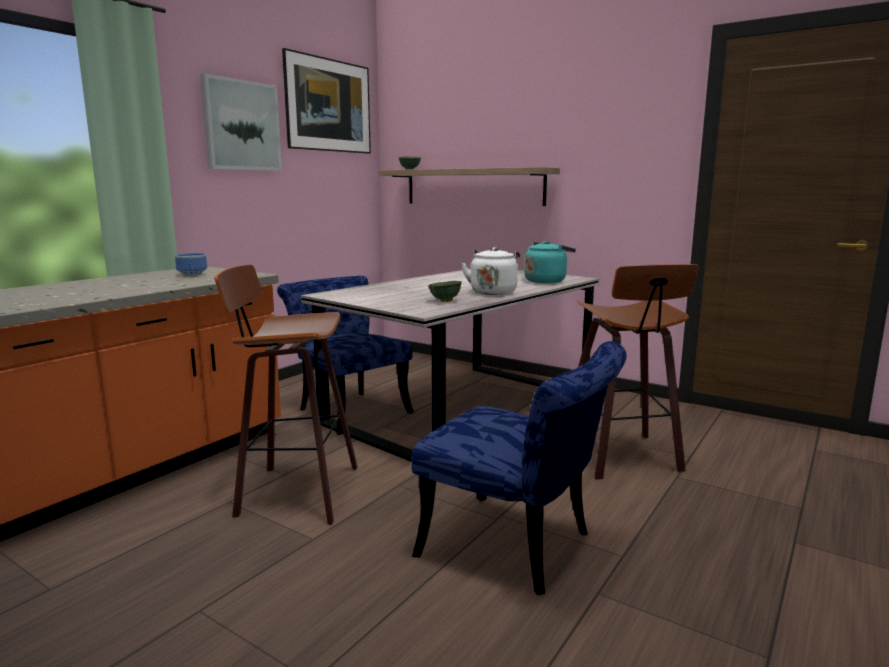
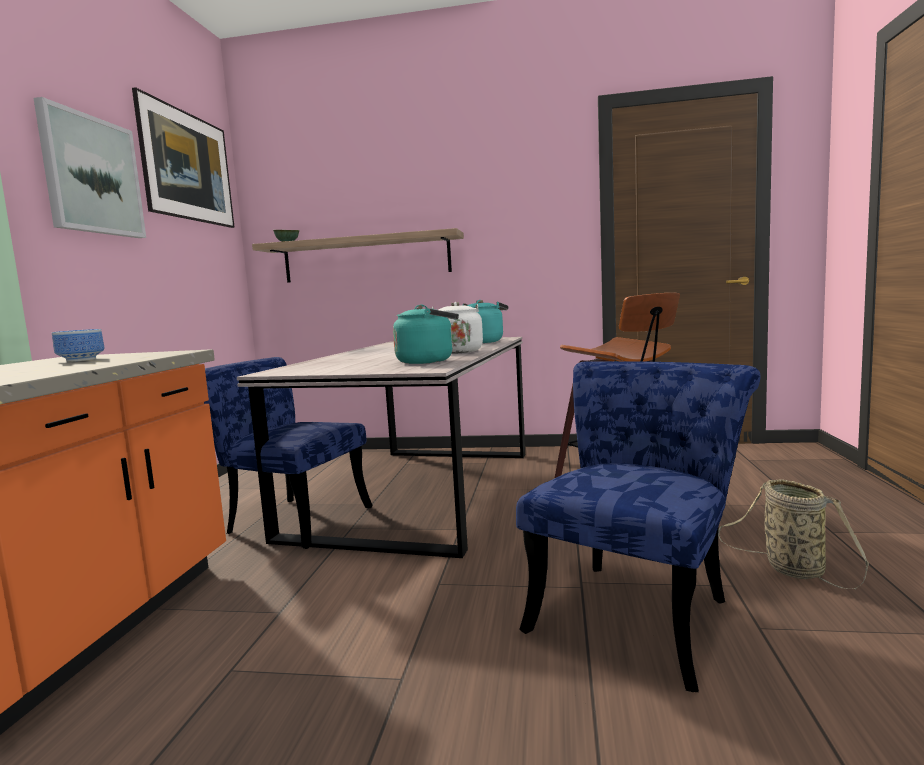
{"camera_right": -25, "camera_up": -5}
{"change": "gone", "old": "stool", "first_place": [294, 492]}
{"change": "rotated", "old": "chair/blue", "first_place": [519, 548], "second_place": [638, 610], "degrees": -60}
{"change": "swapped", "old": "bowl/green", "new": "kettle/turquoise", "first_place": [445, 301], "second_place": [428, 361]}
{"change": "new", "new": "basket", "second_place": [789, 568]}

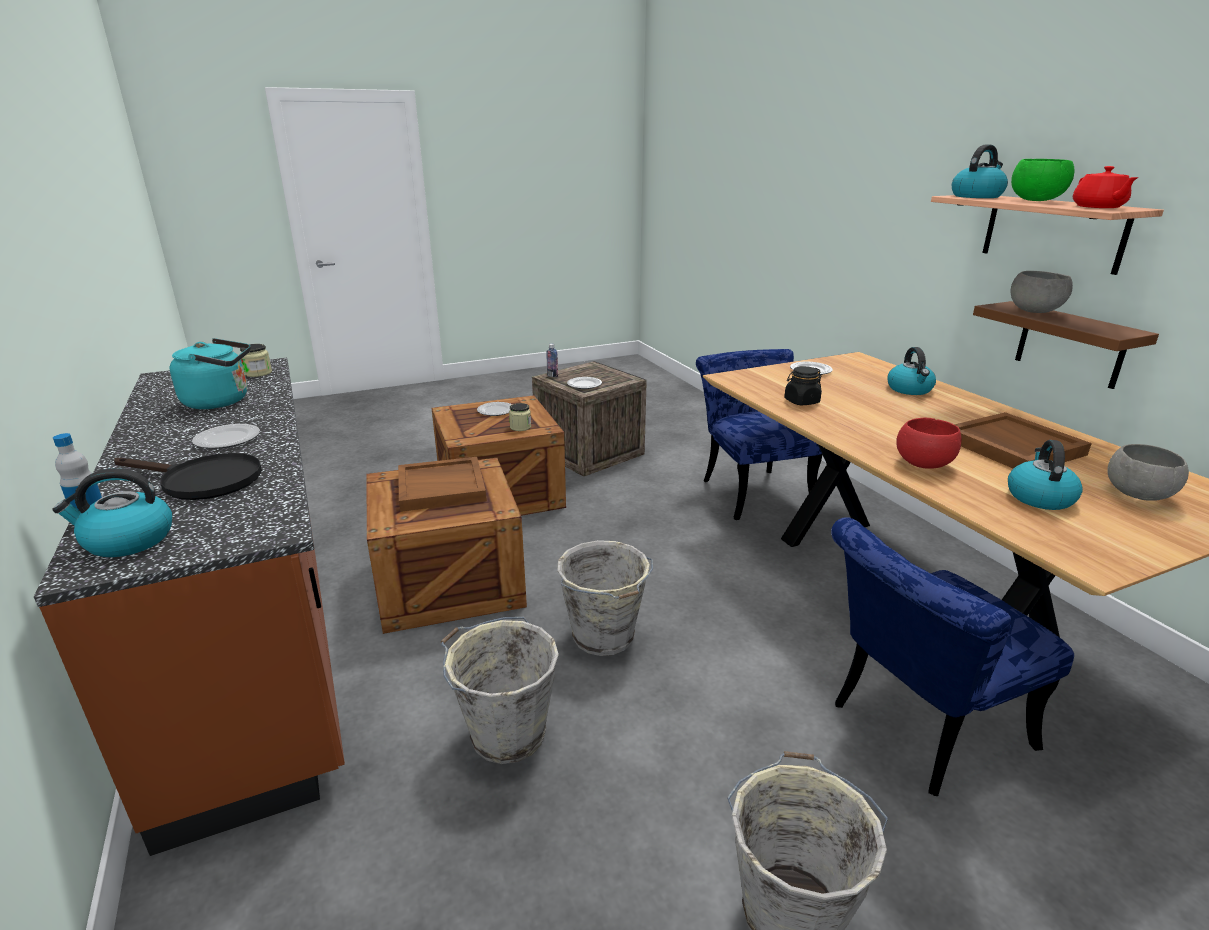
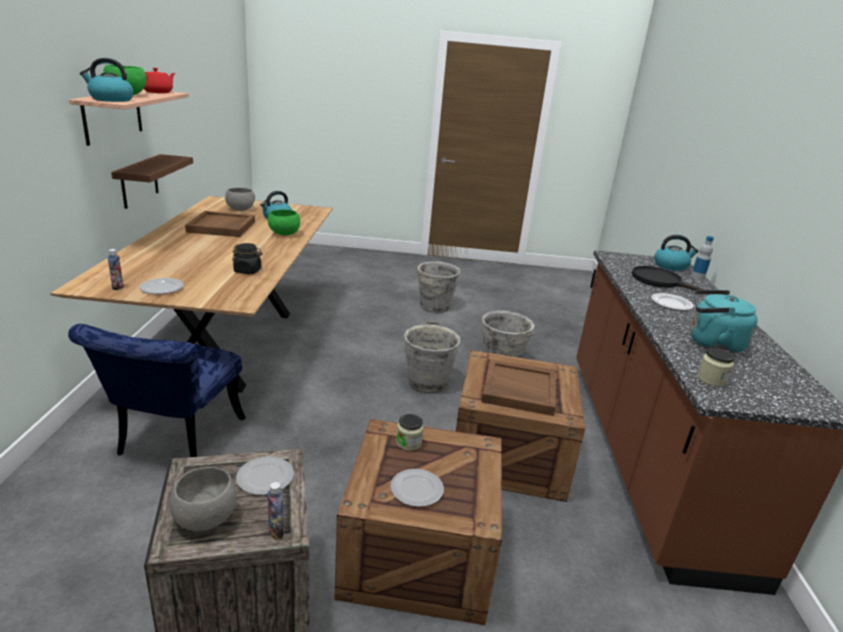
{"camera_right": -155, "camera_up": 0}
{"change": "gone", "old": "chair/blue", "first_place": [916, 728]}
{"change": "gone", "old": "kettle", "first_place": [910, 389]}
{"change": "repainted", "old": "bowl/red", "new": "bowl/green", "first_place": [922, 464], "second_place": [284, 234]}
{"change": "shifted", "old": "bowl/grey", "first_place": [1034, 311], "second_place": [204, 518]}
{"change": "new", "new": "bottle", "second_place": [118, 287]}

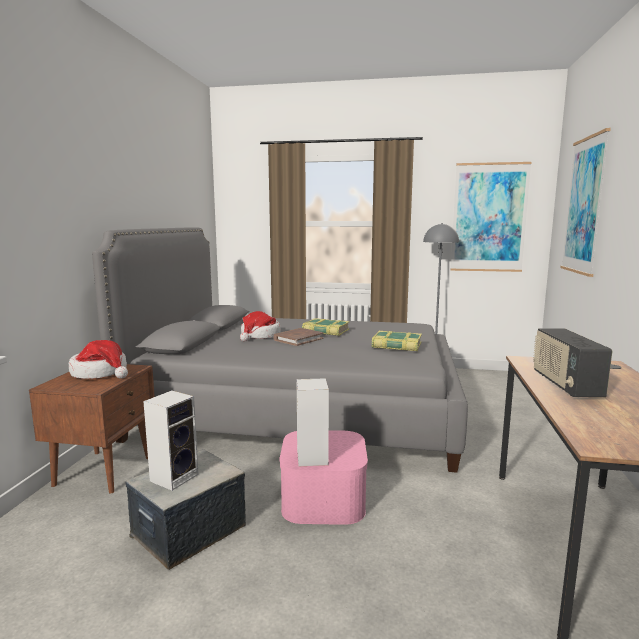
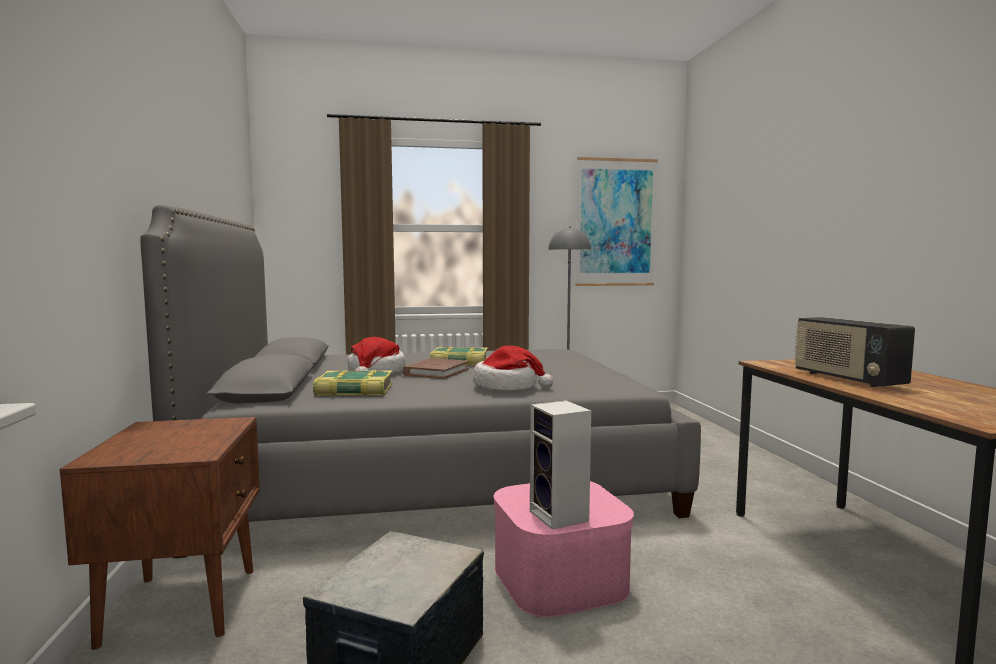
{"camera_right": -20, "camera_up": -5}
{"change": "shifted", "old": "hat", "first_place": [101, 373], "second_place": [507, 386]}
{"change": "gone", "old": "speaker", "first_place": [175, 476]}
{"change": "shifted", "old": "book", "first_place": [396, 346], "second_place": [354, 391]}
{"change": "gone", "old": "picture", "first_place": [584, 206]}

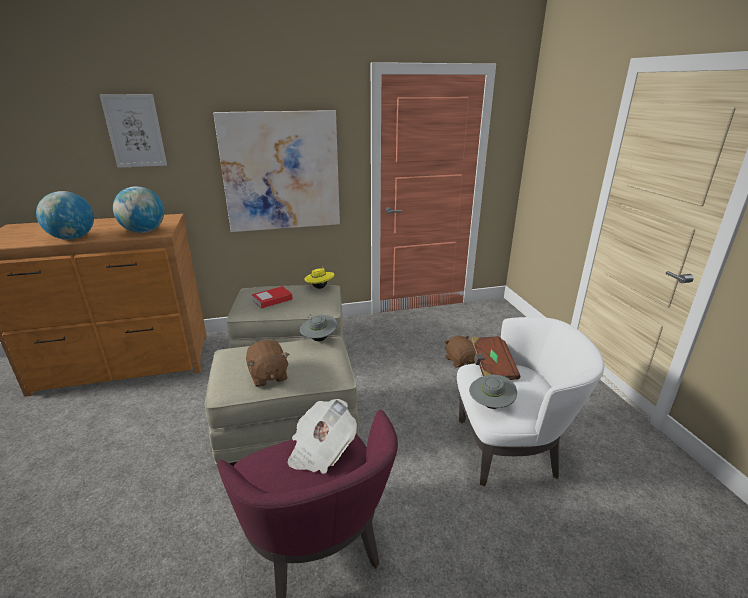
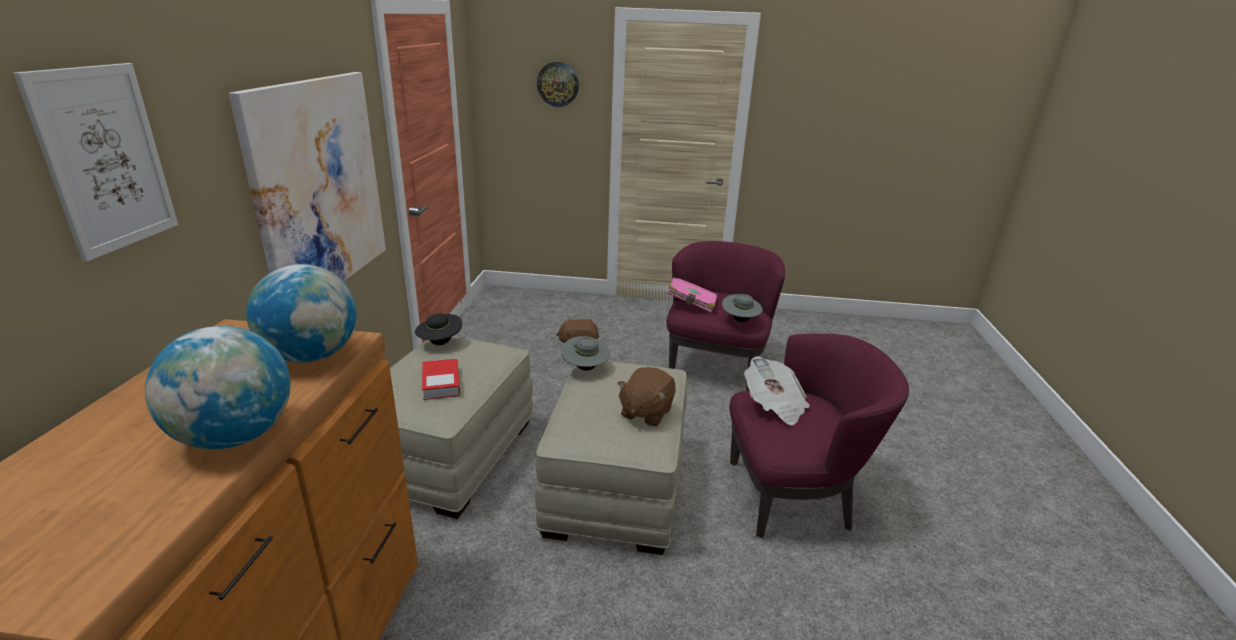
{"camera_right": -70, "camera_up": 0}
{"change": "rotated", "old": "plush toy/brown", "first_place": [268, 376], "second_place": [645, 412], "degrees": 120}
{"change": "repainted", "old": "hat/yellow", "new": "hat/black", "first_place": [320, 287], "second_place": [440, 343]}
{"change": "repainted", "old": "armchair/white", "new": "armchair/purple", "first_place": [510, 449], "second_place": [715, 365]}
{"change": "repainted", "old": "book/brown", "new": "book/pink", "first_place": [492, 367], "second_place": [691, 304]}
{"change": "new", "new": "wall clock", "second_place": [558, 84]}

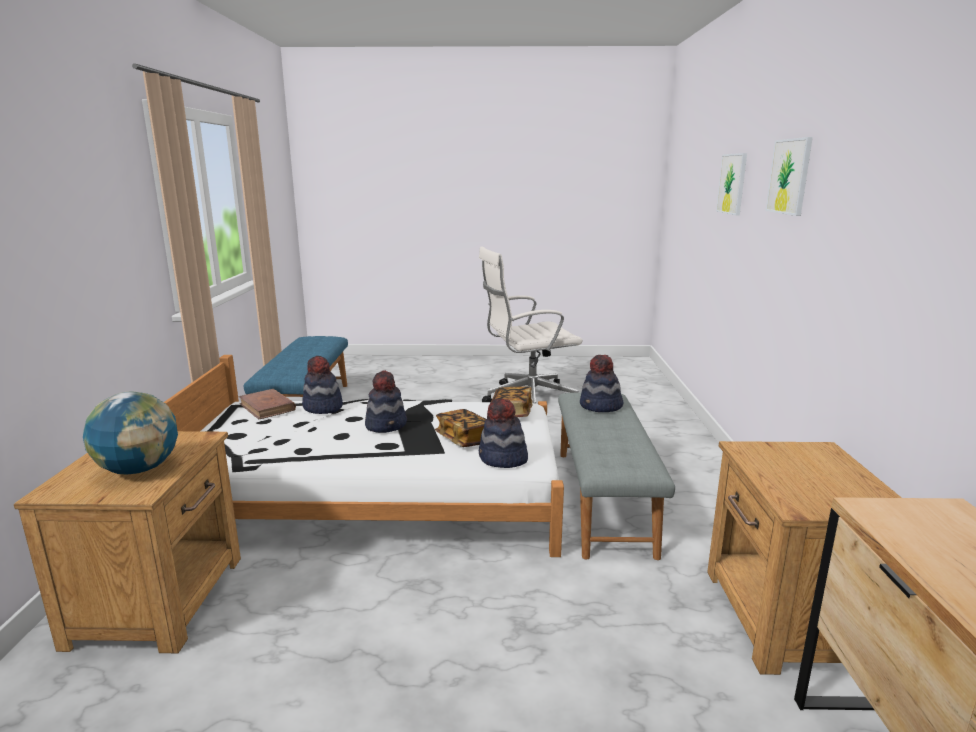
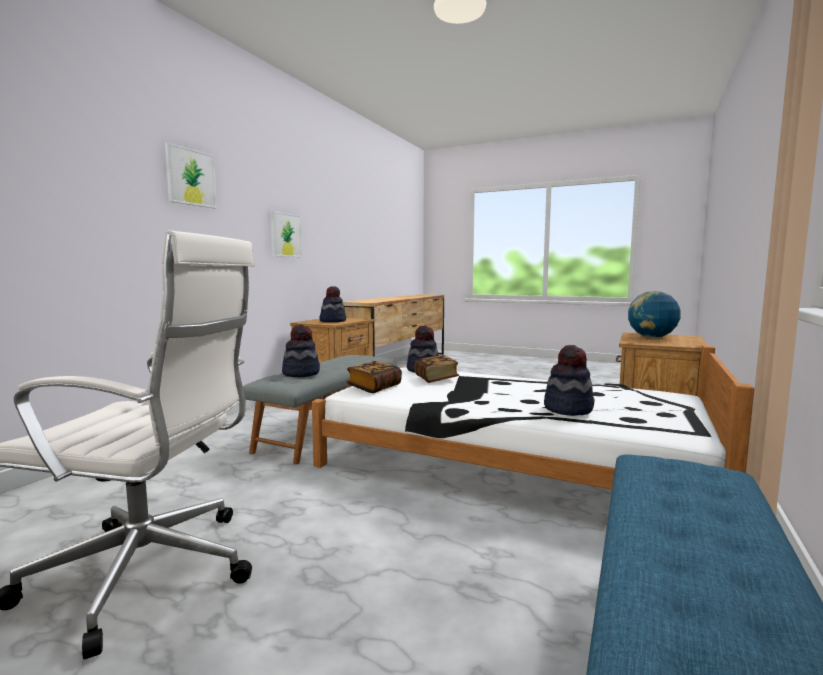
{"camera_right": -155, "camera_up": -10}
{"change": "gone", "old": "book/brown", "first_place": [267, 407]}
{"change": "shifted", "old": "hat", "first_place": [386, 425], "second_place": [332, 321]}
{"change": "shifted", "old": "picture", "first_place": [732, 184], "second_place": [286, 235]}

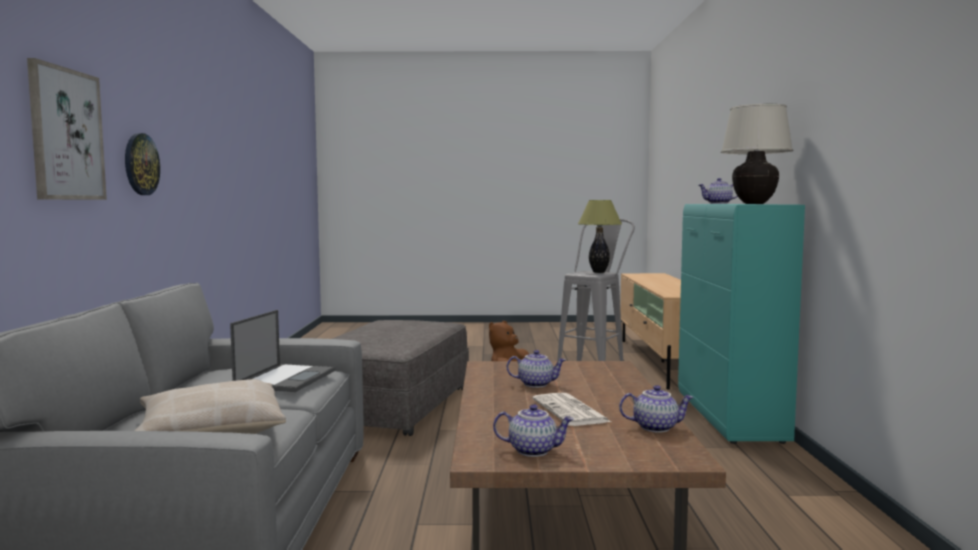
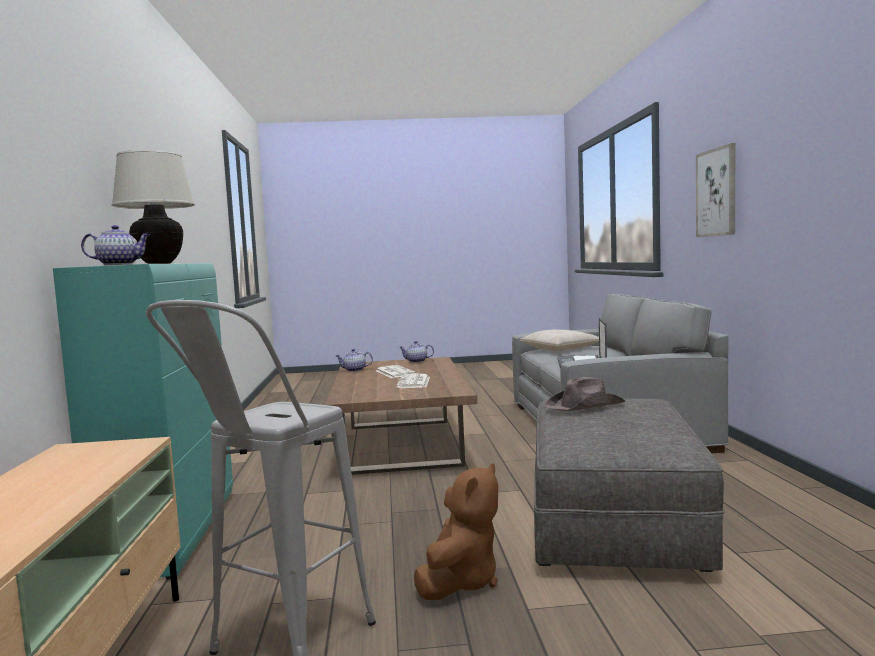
{"camera_right": 175, "camera_up": 0}
{"change": "gone", "old": "wall clock", "first_place": [141, 164]}
{"change": "swapped", "old": "teapot", "new": "newspaper", "first_place": [536, 384], "second_place": [414, 382]}
{"change": "gone", "old": "table lamp", "first_place": [599, 272]}
{"change": "new", "new": "hat/brown", "second_place": [585, 406]}

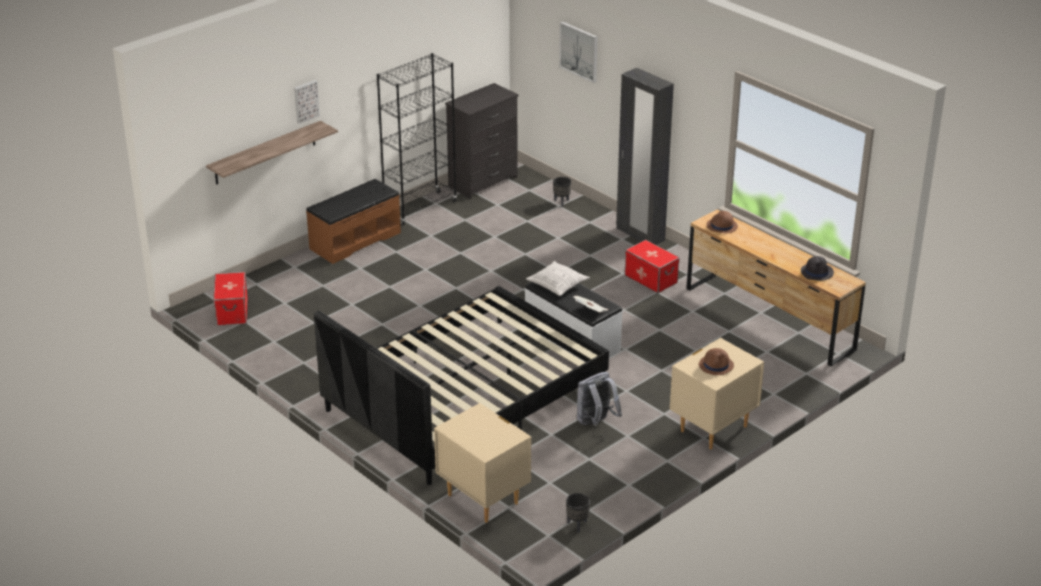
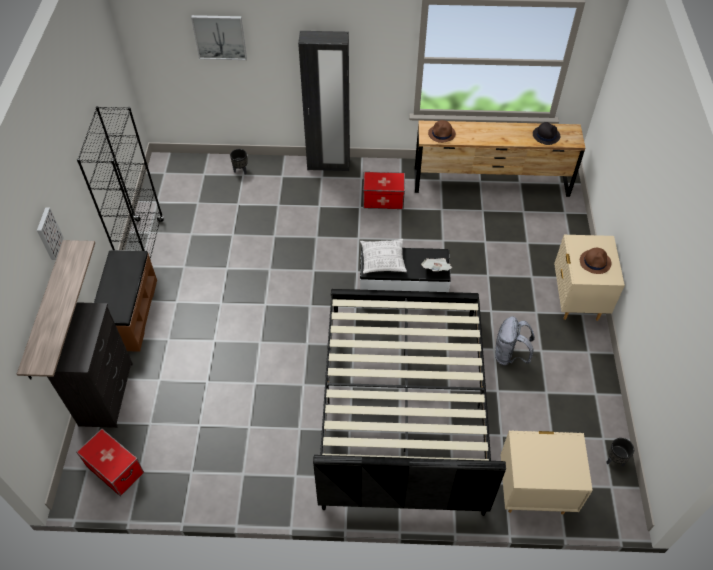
{"camera_right": -45, "camera_up": 20}
{"change": "shifted", "old": "dresser/black", "first_place": [483, 182], "second_place": [107, 393]}

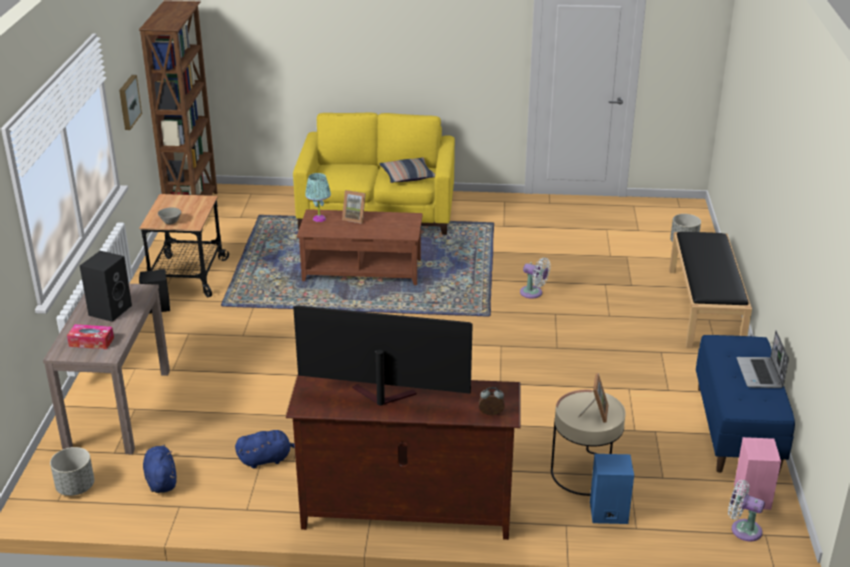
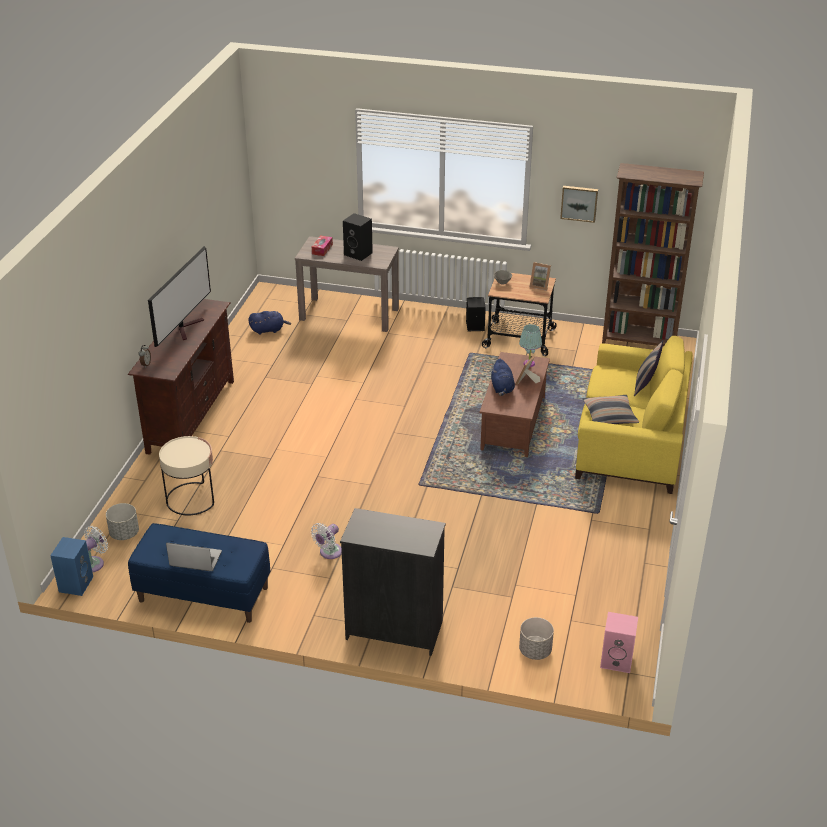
{"camera_right": 100, "camera_up": 5}
{"change": "shifted", "old": "planter/grey", "first_place": [75, 487], "second_place": [124, 533]}
{"change": "shifted", "old": "plush toy/blue", "first_place": [267, 459], "second_place": [502, 388]}
{"change": "shifted", "old": "fan/white", "first_place": [533, 293], "second_place": [329, 553]}
{"change": "shifted", "old": "picture frame", "first_place": [595, 413], "second_place": [540, 285]}
{"change": "shifted", "old": "speaker/blue", "first_place": [607, 513], "second_place": [75, 583]}
{"change": "swapped", "old": "bench/black", "new": "dresser/black", "first_place": [705, 308], "second_place": [394, 629]}
{"change": "shifted", "old": "speaker/pink", "first_place": [751, 496], "second_place": [617, 660]}
{"change": "new", "new": "pillow", "second_place": [645, 385]}

